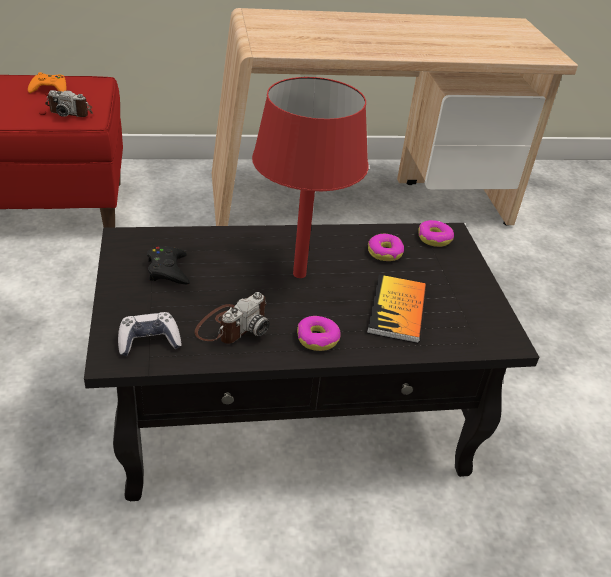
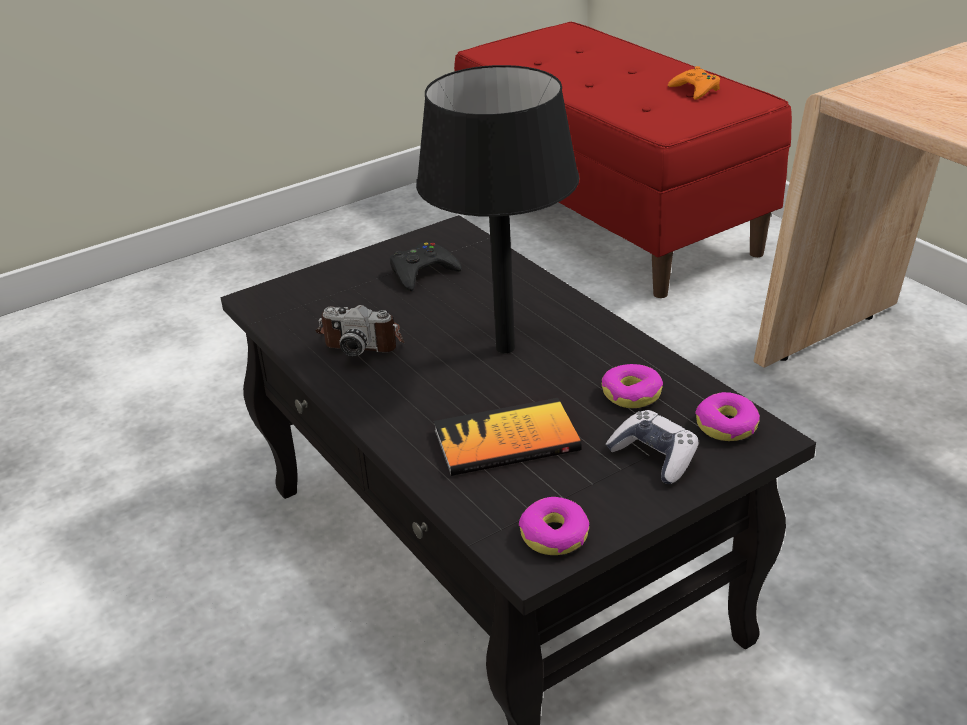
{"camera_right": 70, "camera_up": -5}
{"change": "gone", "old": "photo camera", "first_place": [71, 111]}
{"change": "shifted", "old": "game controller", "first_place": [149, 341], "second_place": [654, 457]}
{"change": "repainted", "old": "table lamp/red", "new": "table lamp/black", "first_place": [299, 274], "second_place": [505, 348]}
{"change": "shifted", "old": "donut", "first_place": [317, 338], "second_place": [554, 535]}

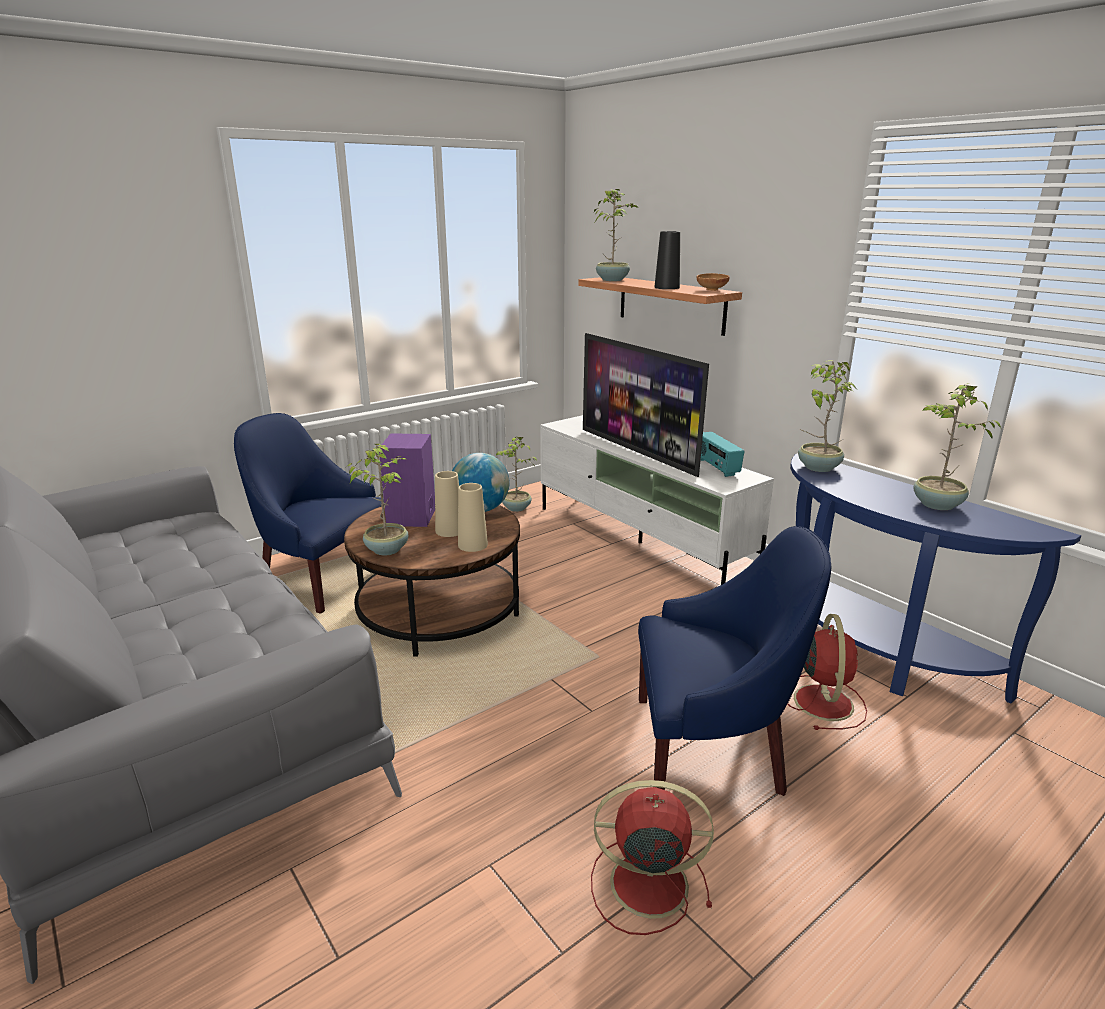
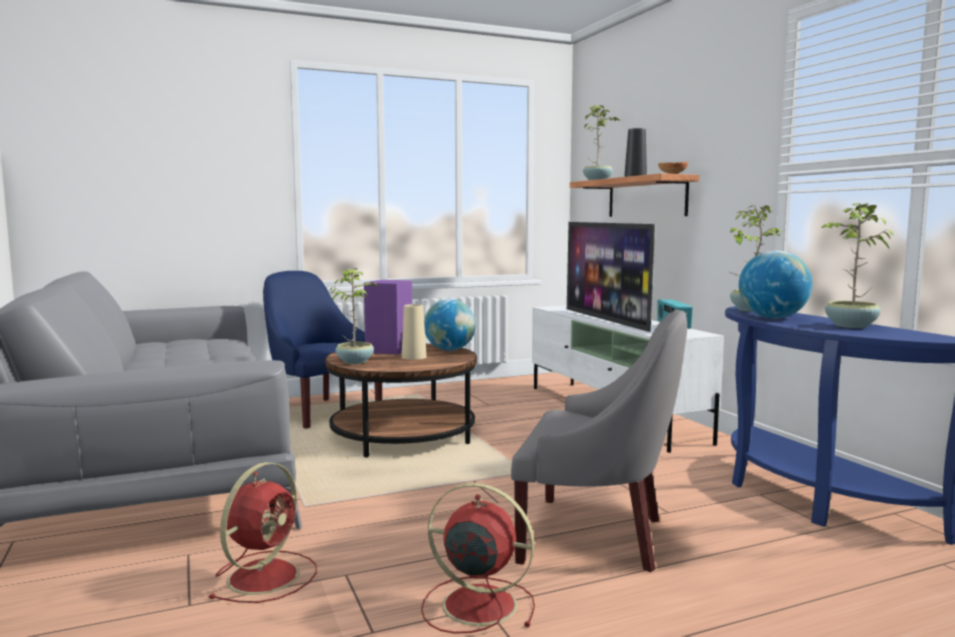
{"camera_right": 15, "camera_up": -15}
{"change": "gone", "old": "vase/beige", "first_place": [472, 545]}
{"change": "gone", "old": "potted plant", "first_place": [516, 508]}
{"change": "repainted", "old": "armchair/blue", "new": "armchair/grey", "first_place": [711, 749], "second_place": [595, 536]}
{"change": "shifted", "old": "fan/red", "first_place": [822, 701], "second_place": [265, 575]}
{"change": "new", "new": "globe", "second_place": [772, 318]}

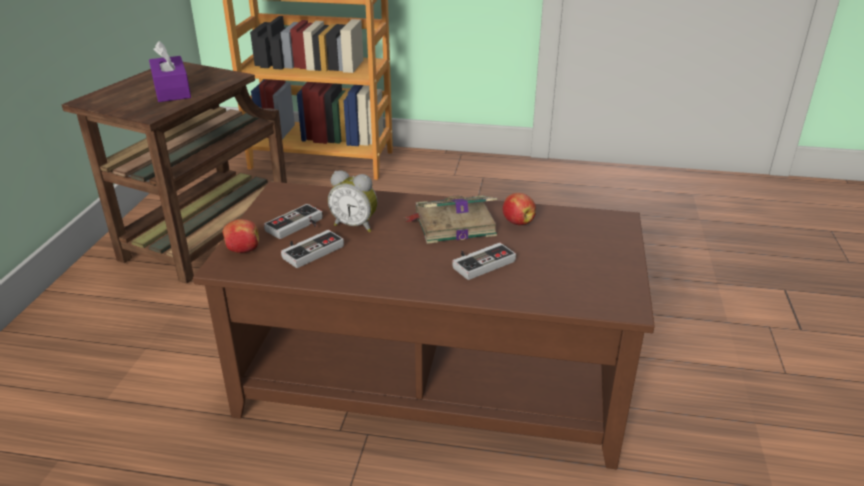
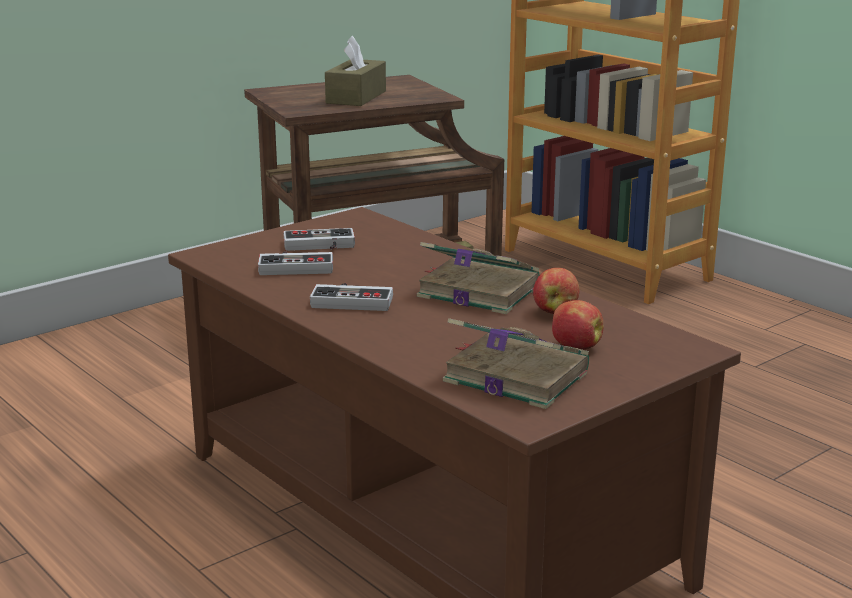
{"camera_right": 40, "camera_up": -10}
{"change": "repainted", "old": "tissue box/purple", "new": "tissue box/brown", "first_place": [172, 90], "second_place": [356, 97]}
{"change": "shifted", "old": "apple", "first_place": [242, 250], "second_place": [575, 347]}
{"change": "gone", "old": "alarm clock", "first_place": [355, 225]}
{"change": "shifted", "old": "game controller", "first_place": [480, 261], "second_place": [353, 300]}
{"change": "new", "new": "book", "second_place": [513, 376]}

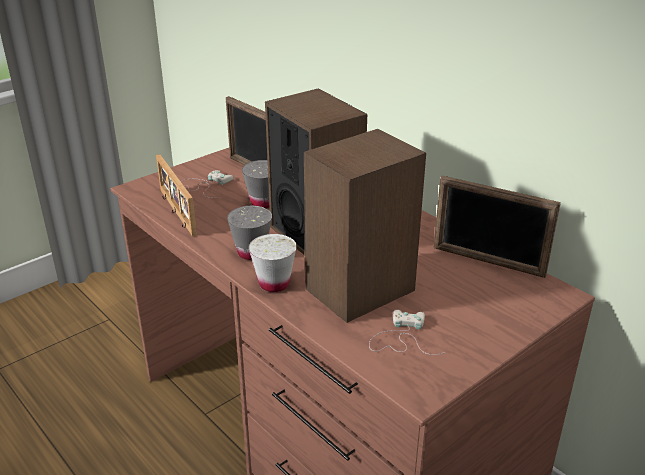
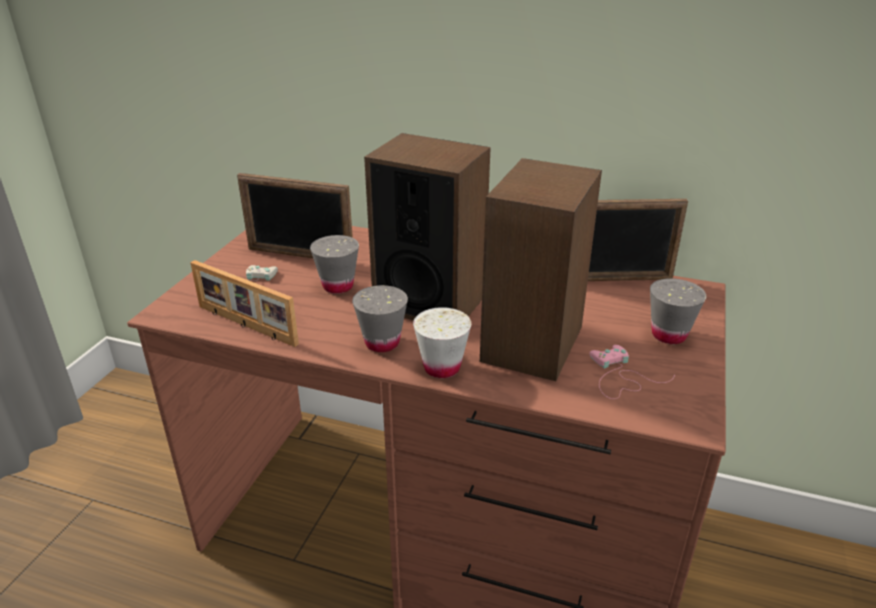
{"camera_right": -30, "camera_up": 0}
{"change": "repainted", "old": "game controller/white", "new": "game controller/pink", "first_place": [401, 338], "second_place": [620, 377]}
{"change": "new", "new": "cup/grey", "second_place": [668, 335]}

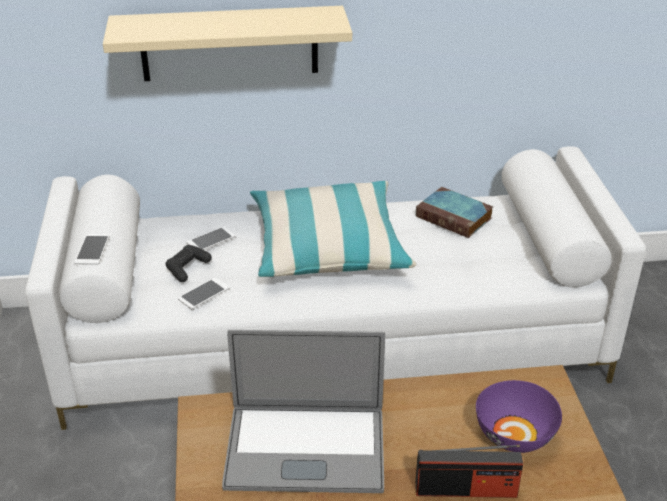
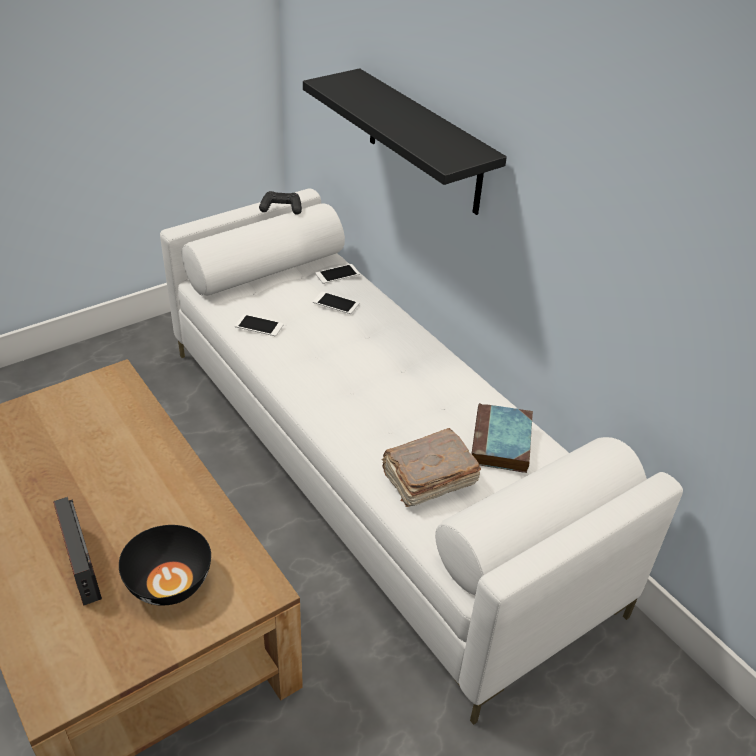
{"camera_right": 60, "camera_up": 5}
{"change": "shifted", "old": "phone", "first_place": [92, 249], "second_place": [337, 274]}
{"change": "repainted", "old": "shelf/beige", "new": "shelf/black", "first_place": [229, 43], "second_place": [424, 142]}
{"change": "shifted", "old": "game controller/black", "first_place": [187, 268], "second_place": [281, 208]}
{"change": "gone", "old": "laptop", "first_place": [305, 448]}
{"change": "gone", "old": "pillow", "first_place": [328, 246]}
{"change": "repainted", "old": "bowl/purple", "new": "bowl/black", "first_place": [514, 435], "second_place": [168, 582]}
{"change": "new", "new": "book/brown", "second_place": [427, 479]}

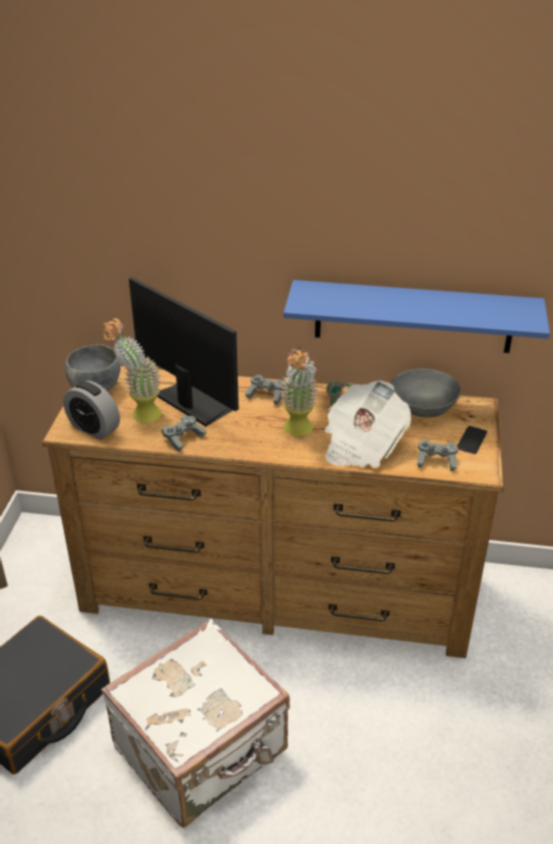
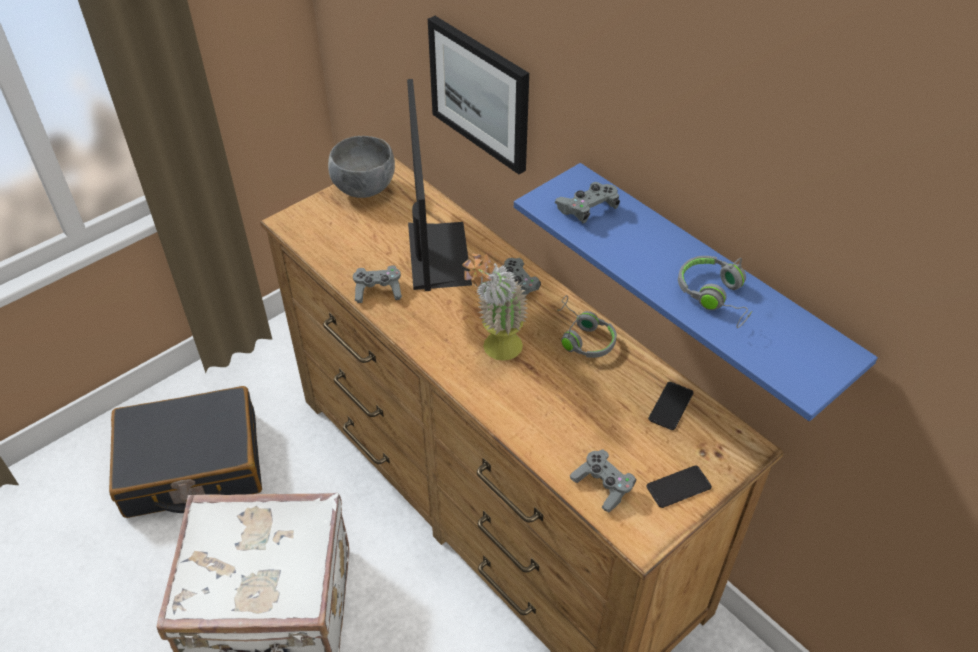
{"camera_right": 40, "camera_up": 10}
{"change": "gone", "old": "alarm clock", "first_place": [94, 428]}
{"change": "gone", "old": "potted plant", "first_place": [139, 413]}
{"change": "gone", "old": "newspaper", "first_place": [361, 444]}
{"change": "swapped", "old": "bowl/grey", "new": "phone", "first_place": [423, 407], "second_place": [670, 406]}
{"change": "new", "new": "picture", "second_place": [480, 93]}
{"change": "new", "new": "game controller/grey", "second_place": [587, 209]}
{"change": "new", "new": "headphones/grey", "second_place": [716, 297]}

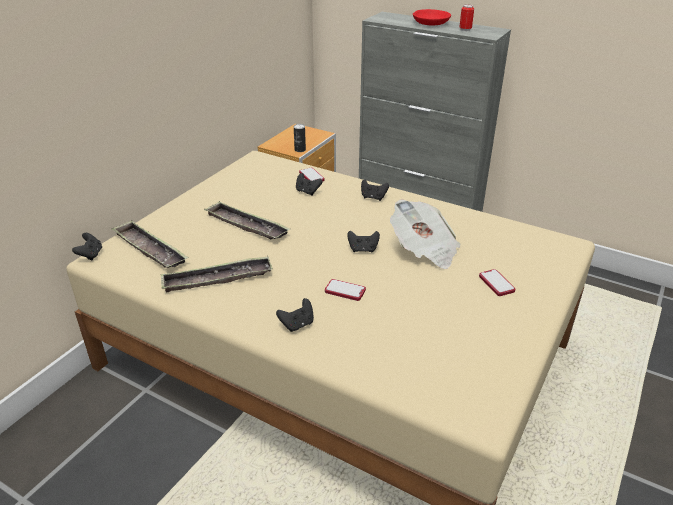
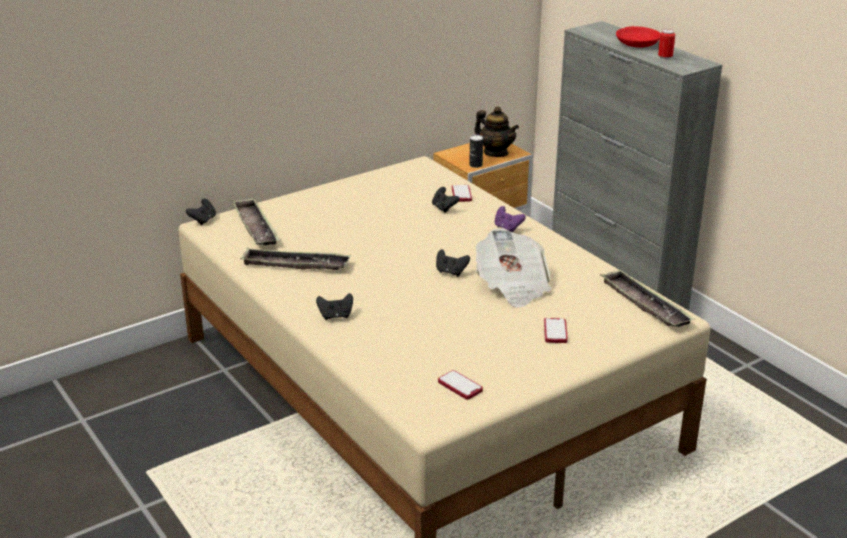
{"camera_right": 25, "camera_up": -5}
{"change": "shifted", "old": "tray", "first_place": [246, 225], "second_place": [644, 304]}
{"change": "shifted", "old": "phone", "first_place": [345, 291], "second_place": [460, 386]}
{"change": "repainted", "old": "game controller/black", "new": "game controller/purple", "first_place": [373, 197], "second_place": [507, 228]}
{"change": "new", "new": "teapot", "second_place": [495, 153]}

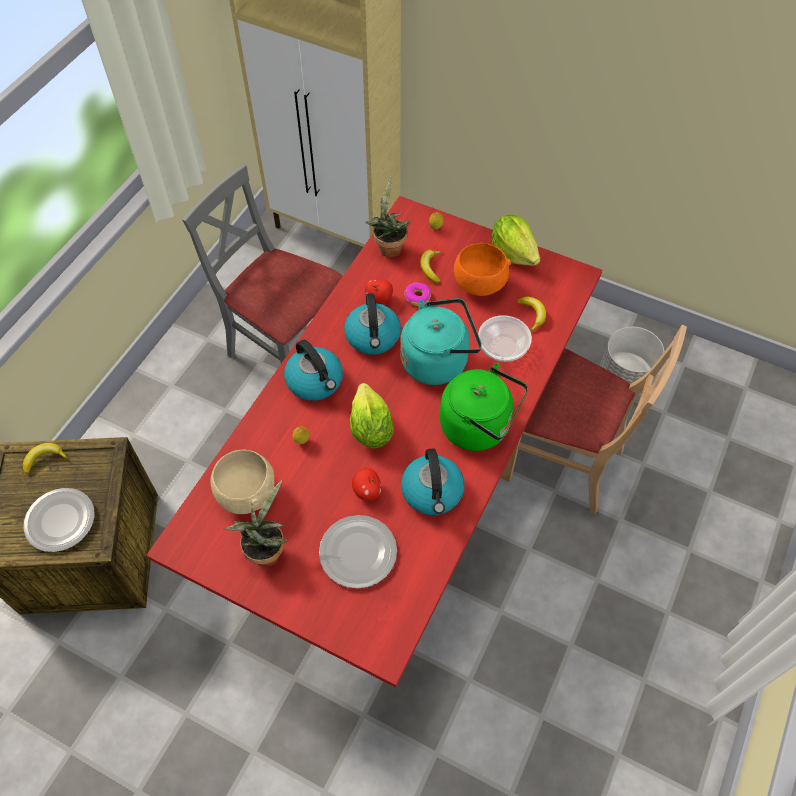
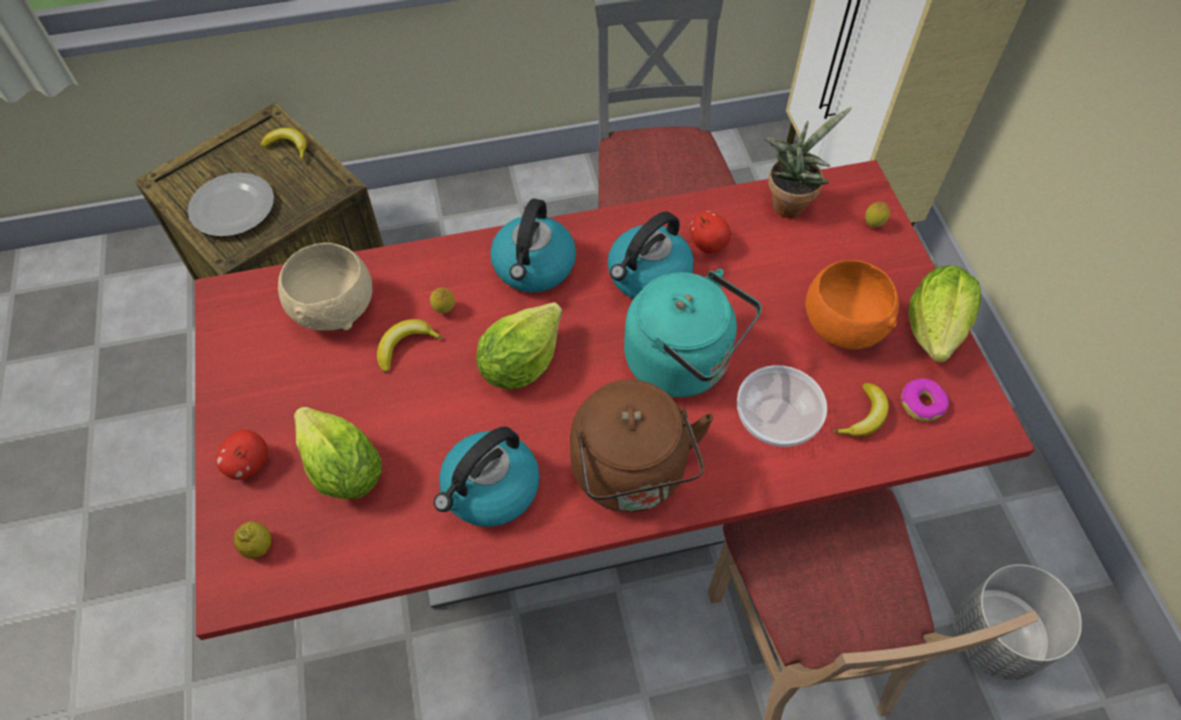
{"camera_right": 50, "camera_up": 0}
{"change": "gone", "old": "potted plant", "first_place": [266, 550]}
{"change": "swapped", "old": "plate", "new": "lettuce", "first_place": [359, 553], "second_place": [343, 470]}
{"change": "shifted", "old": "apple", "first_place": [367, 491], "second_place": [249, 464]}
{"change": "shifted", "old": "donut", "first_place": [417, 297], "second_place": [922, 403]}
{"change": "shifted", "old": "banana", "first_place": [431, 268], "second_place": [405, 346]}
{"change": "repainted", "old": "kettle/green", "new": "kettle/brown", "first_place": [479, 427], "second_place": [631, 475]}
{"change": "new", "new": "lemon", "second_place": [258, 547]}

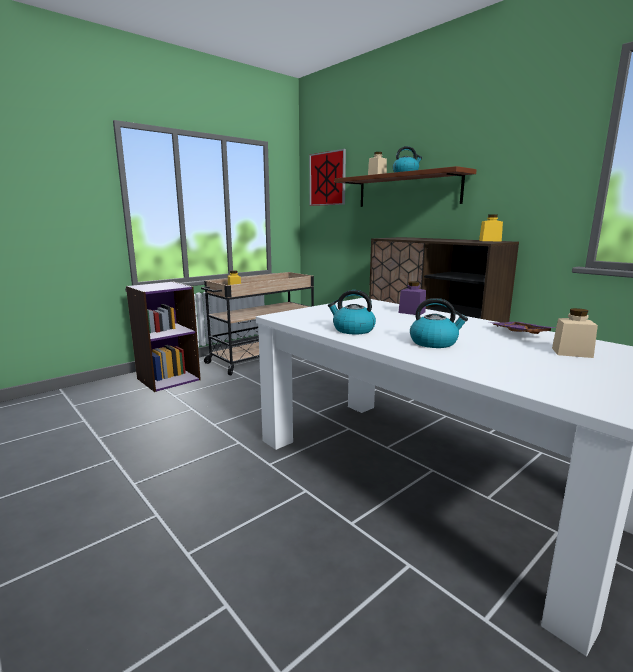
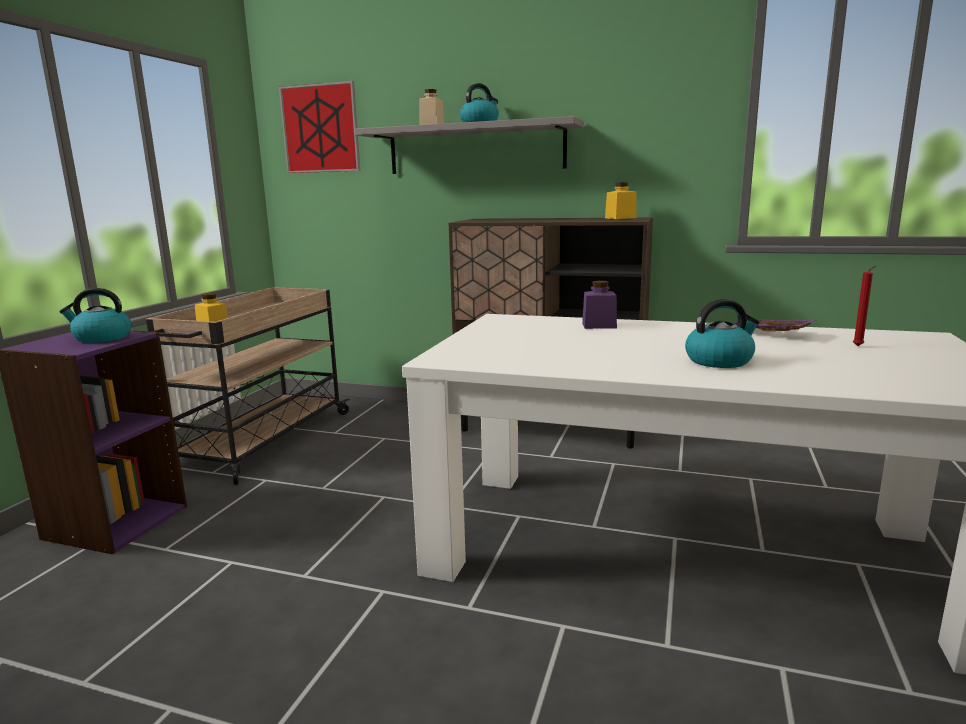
{"camera_right": -30, "camera_up": 0}
{"change": "shifted", "old": "kettle", "first_place": [352, 330], "second_place": [102, 338]}
{"change": "repainted", "old": "shelf/brown", "new": "shelf/grey", "first_place": [407, 190], "second_place": [475, 149]}
{"change": "swapped", "old": "jar/beige", "new": "candle/red", "first_place": [572, 352], "second_place": [859, 346]}

